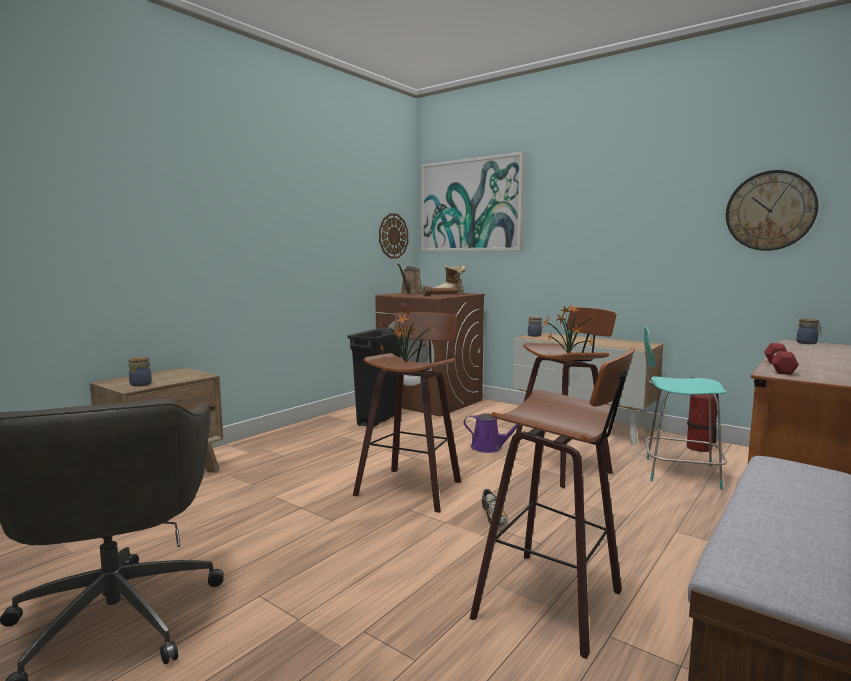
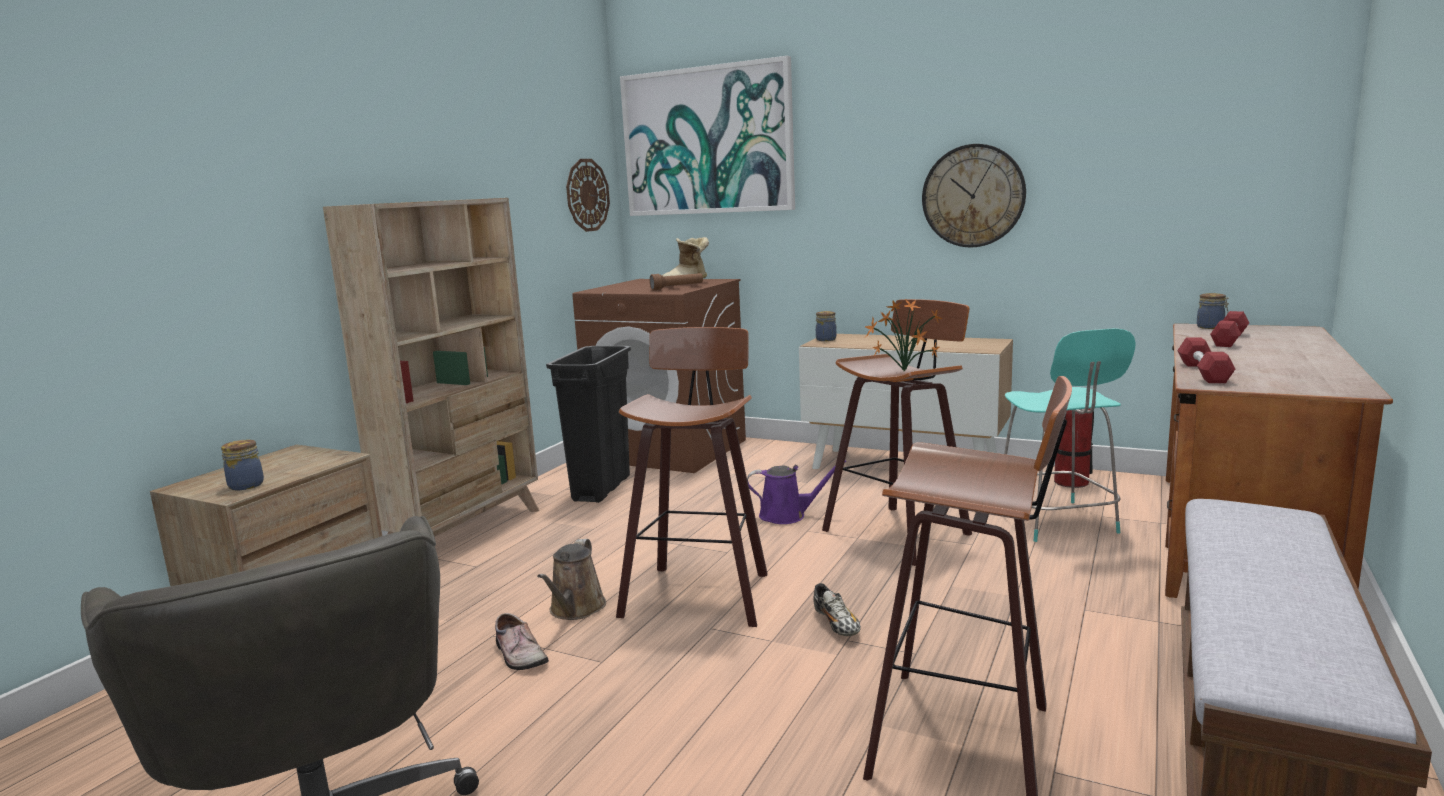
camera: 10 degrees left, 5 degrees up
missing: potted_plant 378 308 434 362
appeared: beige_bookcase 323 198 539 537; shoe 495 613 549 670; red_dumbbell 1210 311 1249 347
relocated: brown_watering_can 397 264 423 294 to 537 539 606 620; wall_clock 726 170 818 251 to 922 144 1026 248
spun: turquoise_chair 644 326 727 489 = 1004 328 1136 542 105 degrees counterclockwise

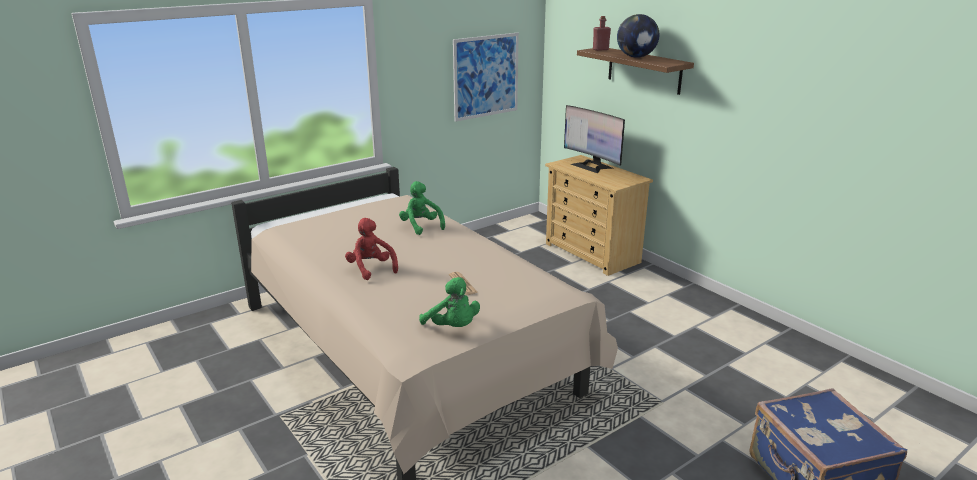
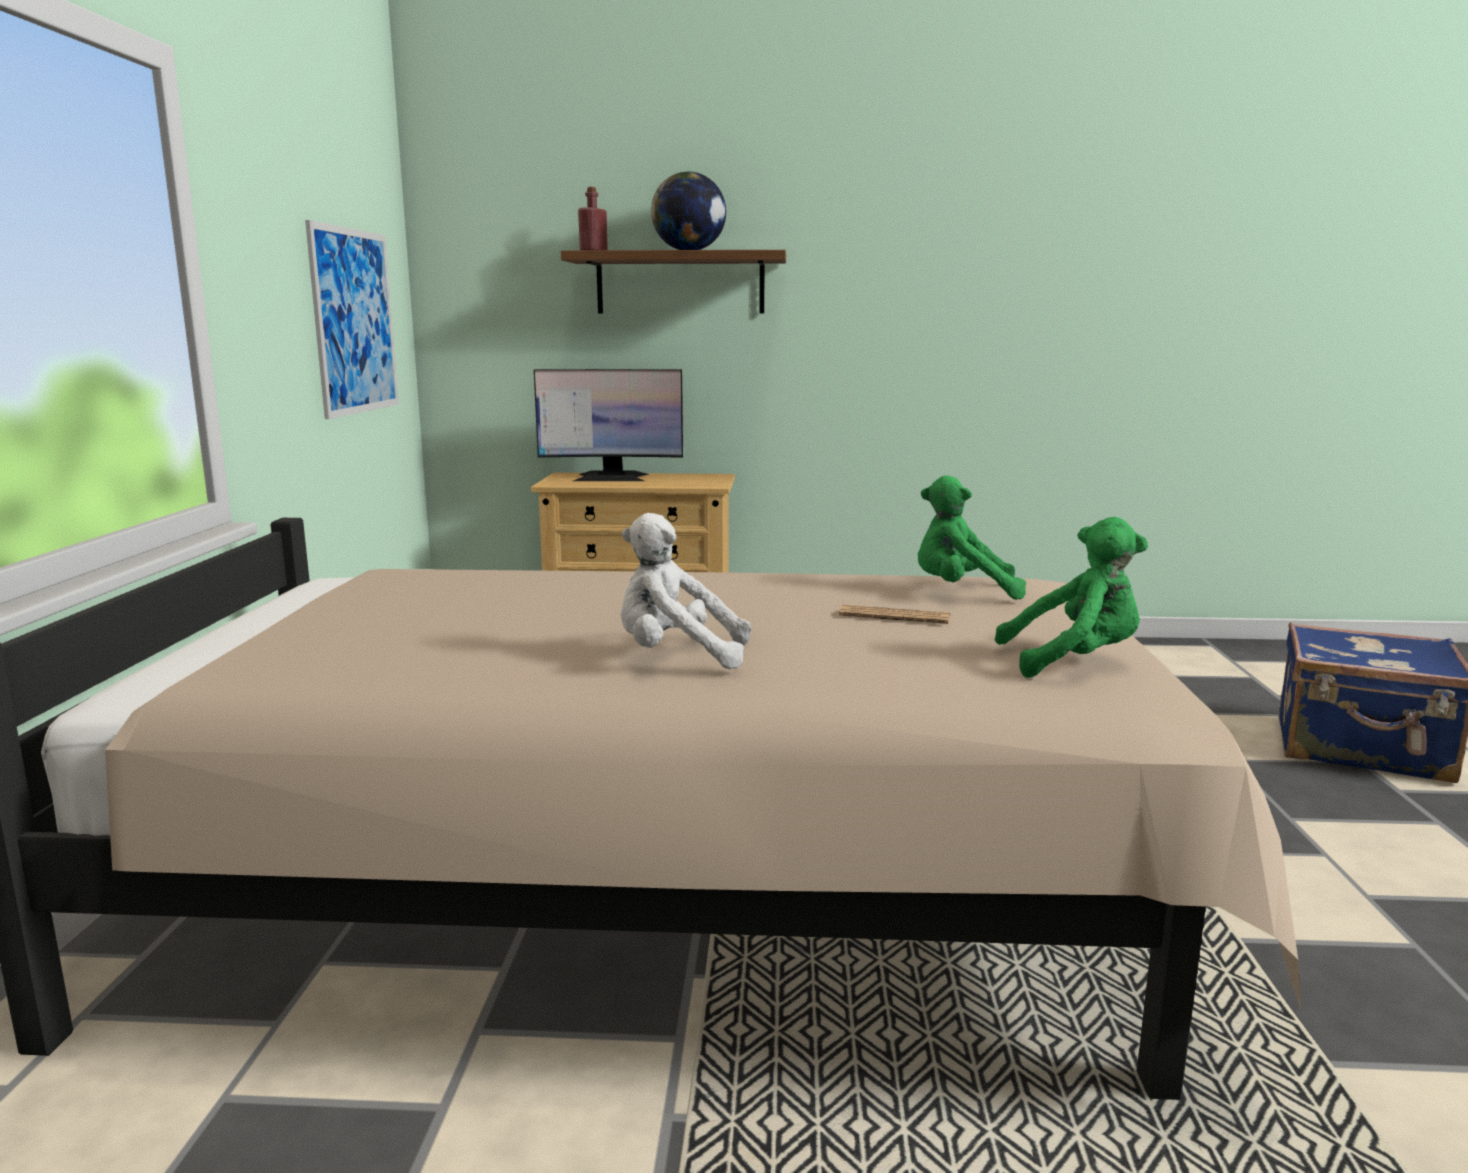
camera: 50 degrees left, 10 degrees down
relocated: green_plush_toy 399 181 445 235 to 918 475 1026 600
colour: red_plush_toy 345 218 398 280 to white_plush_toy 620 513 751 669

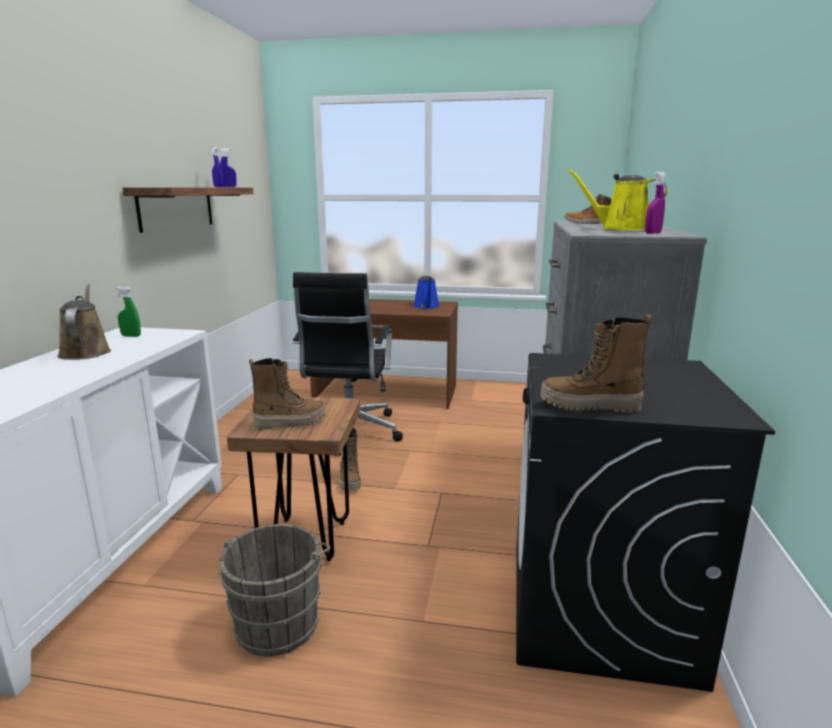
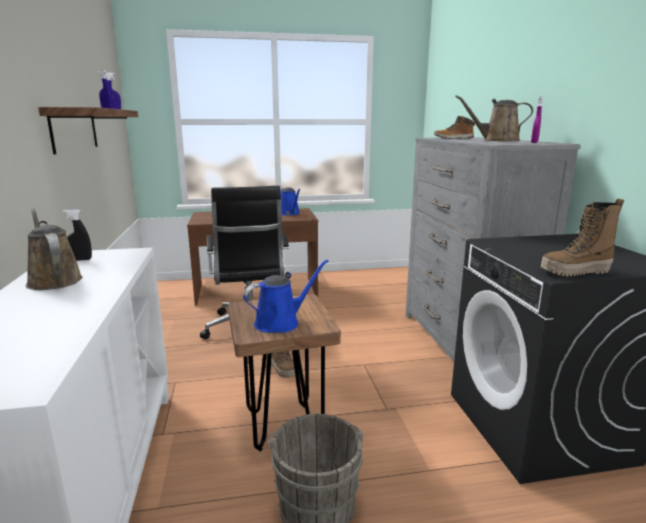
camera: 20 degrees left, 0 degrees up
exchanged: boot 249 358 326 430 to blue_watering_can 243 260 328 333
colour: green_spray_bottle 115 287 141 337 to black_spray_bottle 63 209 92 261; yellow_watering_can 568 169 668 230 to brown_watering_can 455 95 533 141

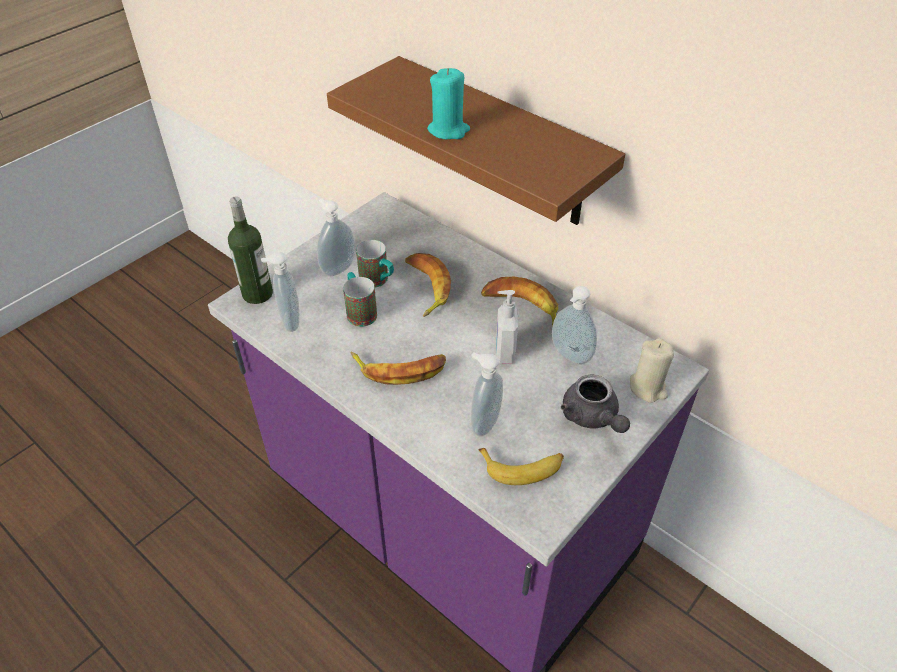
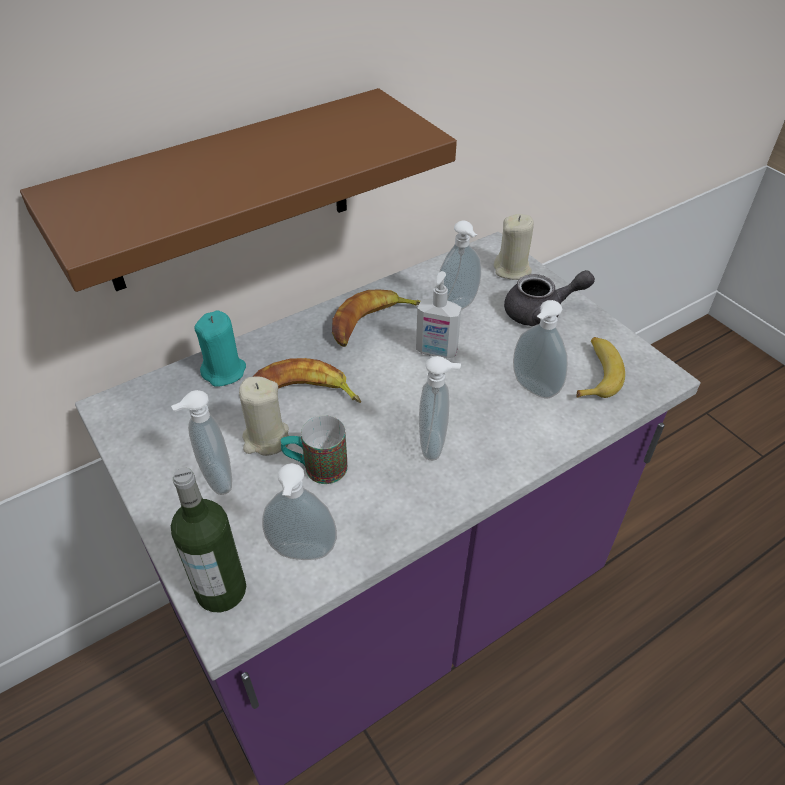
camera: 75 degrees left, 0 degrees up
relocated: turquoise_candle 427 68 470 139 to 194 311 246 387
exchanged: mug 356 240 394 287 to beige_candle 239 376 289 456; banana 350 351 446 385 to soap_dispenser 419 356 461 461

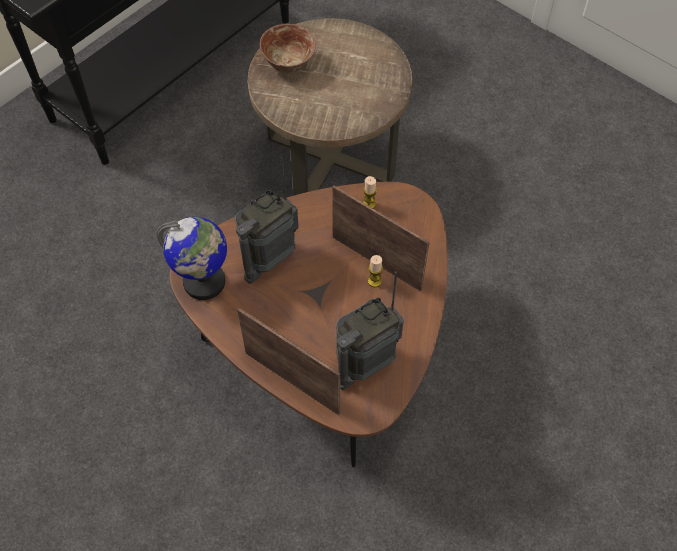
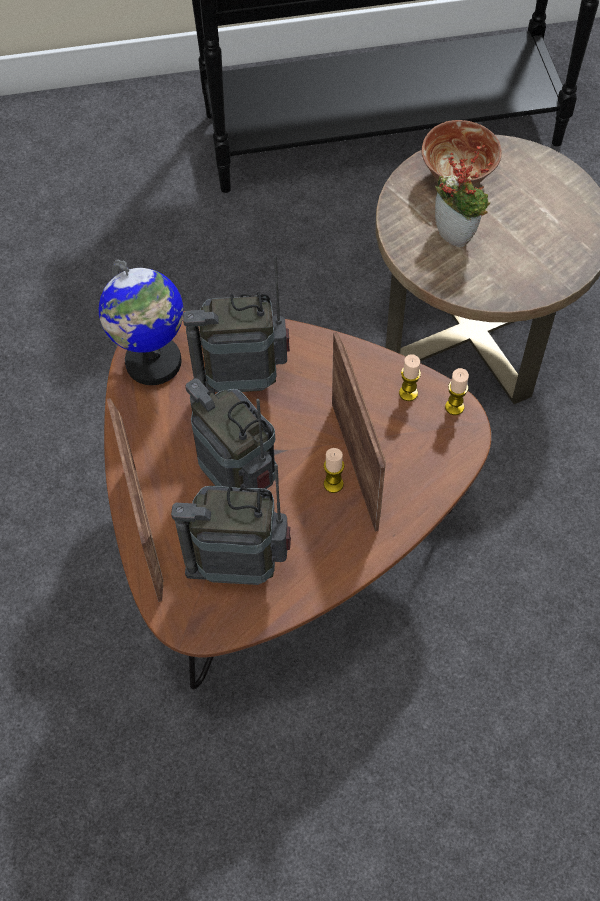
camera: 40 degrees right, 0 degrees up
appeared: radio 185 378 276 489; potted_plant 435 144 493 247; candle 445 368 469 415

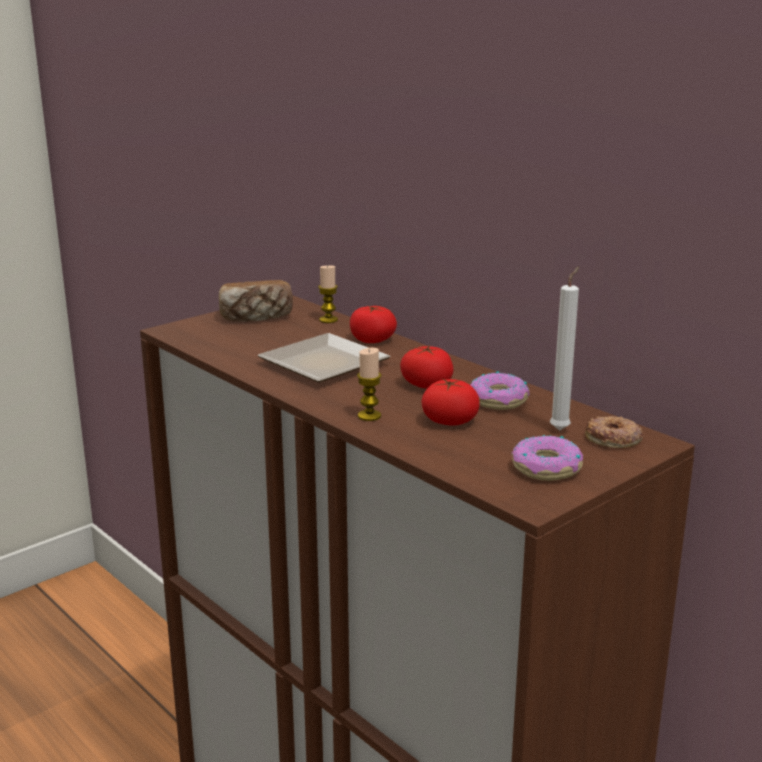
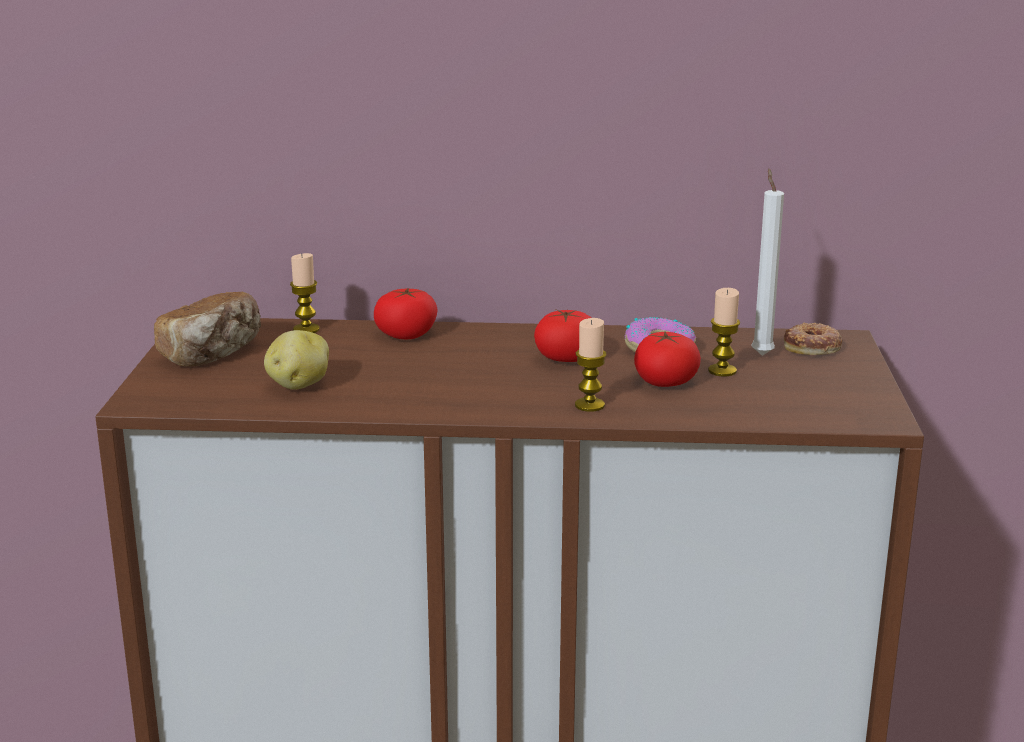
camera: 45 degrees left, 0 degrees up
missing: plate 257 333 390 382; donut 511 435 583 481
appeared: potato 264 330 329 390; candle 708 288 740 376

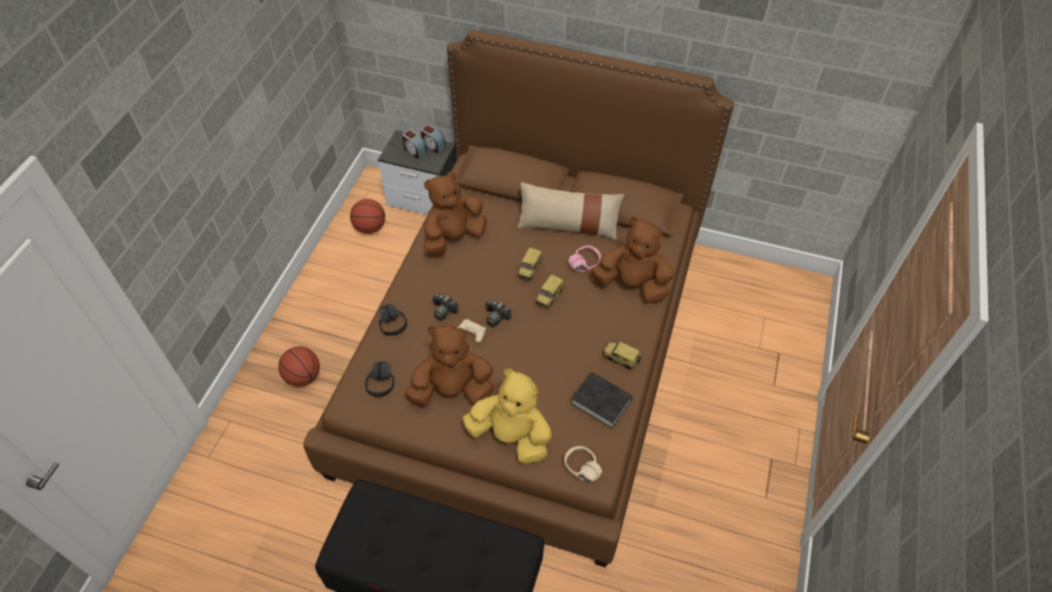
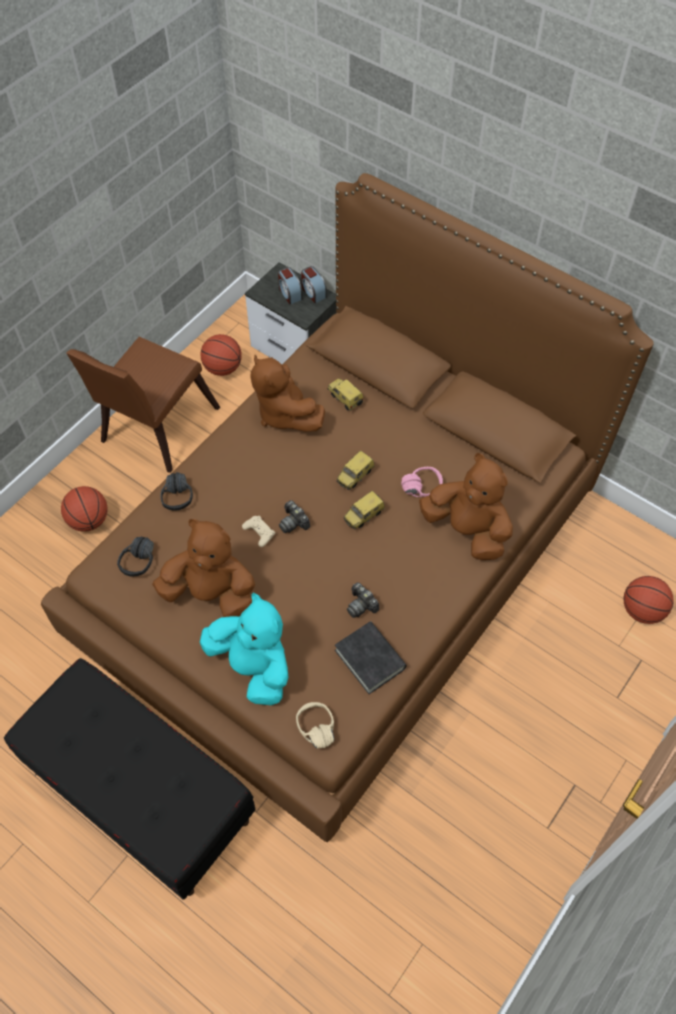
camera: 20 degrees right, 5 degrees up
missing: beige_pillow 517 182 624 240
appeared: brown_chair 66 337 220 473; basketball 624 576 674 624
relocated: toy_car 603 342 641 370 to 328 379 364 411; photo_camera 433 293 459 320 to 347 582 379 618
colour: yellow_plush_toy 462 368 552 464 to turquoise_plush_toy 200 593 289 705
spun: brown_plush_toy 424 172 487 255 = 250 355 325 432 105 degrees counterclockwise

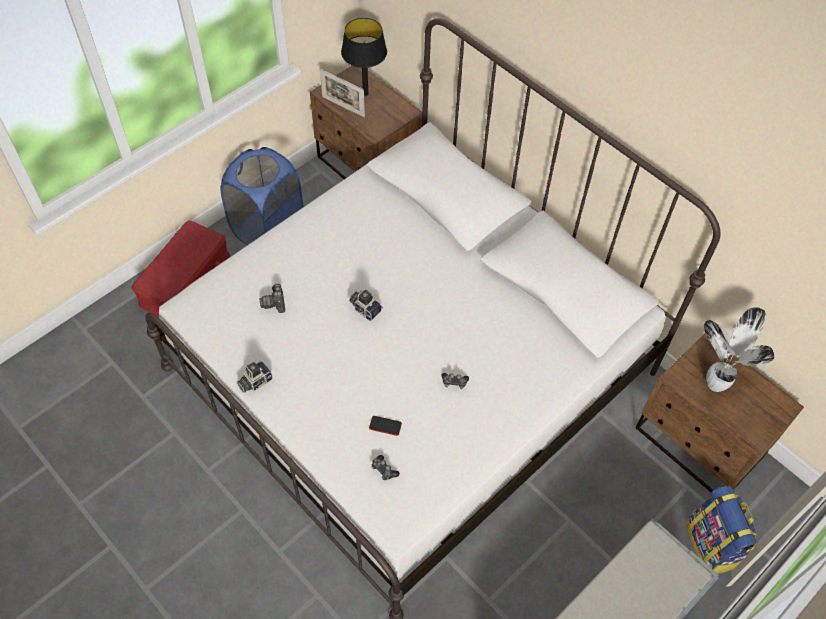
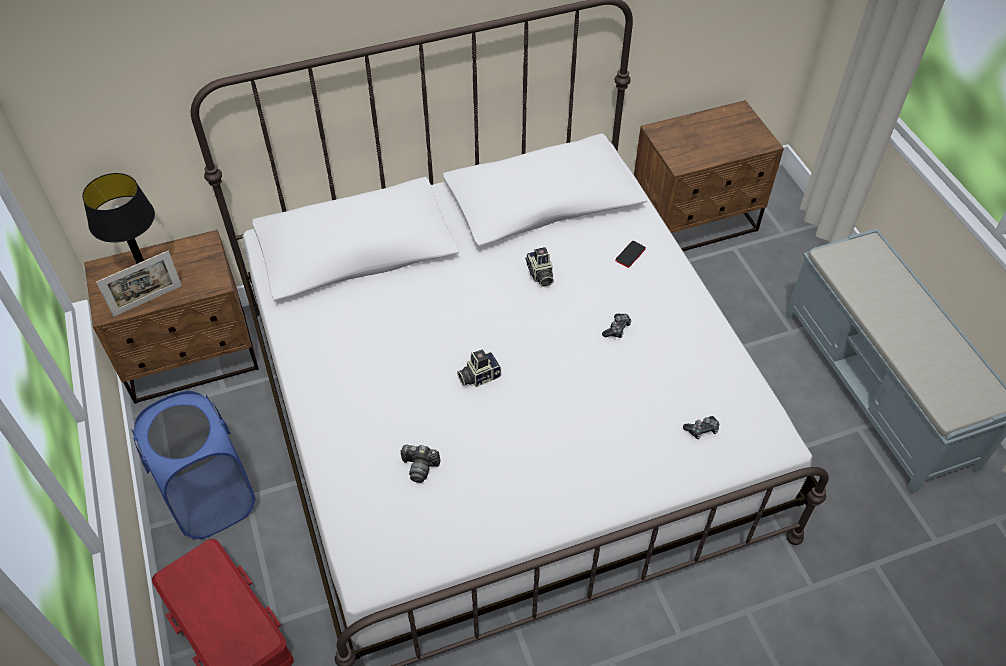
camera: 65 degrees left, 5 degrees down
missing: backpack 686 486 757 574; potted_plant 704 307 774 392
relocated: photo_camera 237 361 273 393 to 525 247 554 287; phone 369 416 402 436 to 615 241 646 268

